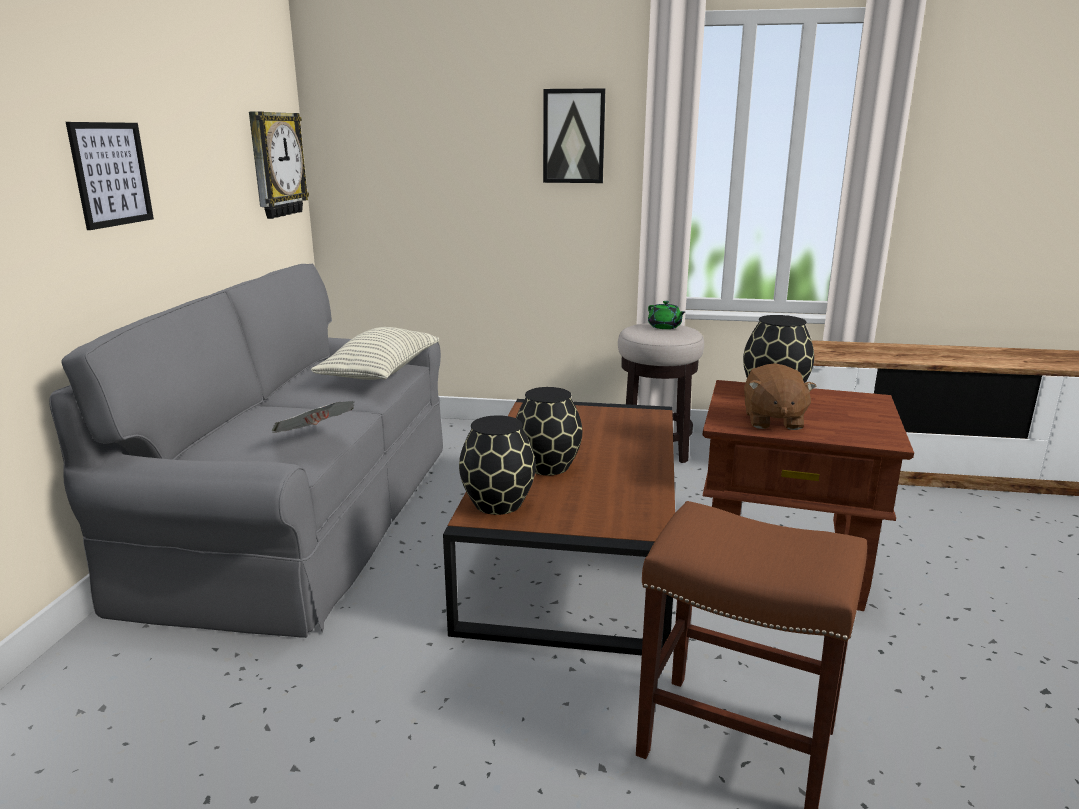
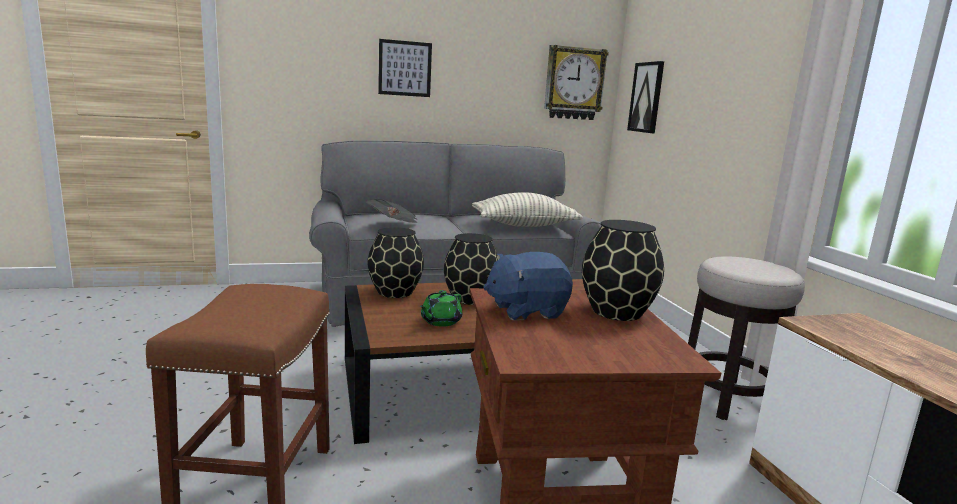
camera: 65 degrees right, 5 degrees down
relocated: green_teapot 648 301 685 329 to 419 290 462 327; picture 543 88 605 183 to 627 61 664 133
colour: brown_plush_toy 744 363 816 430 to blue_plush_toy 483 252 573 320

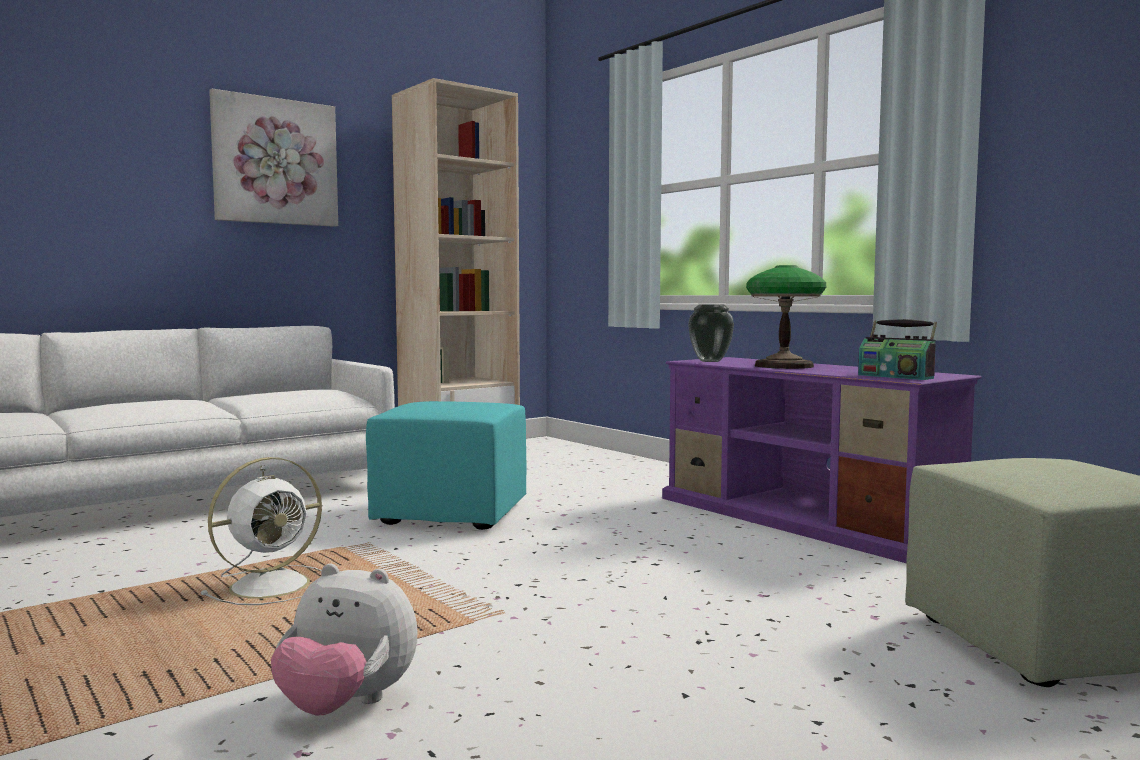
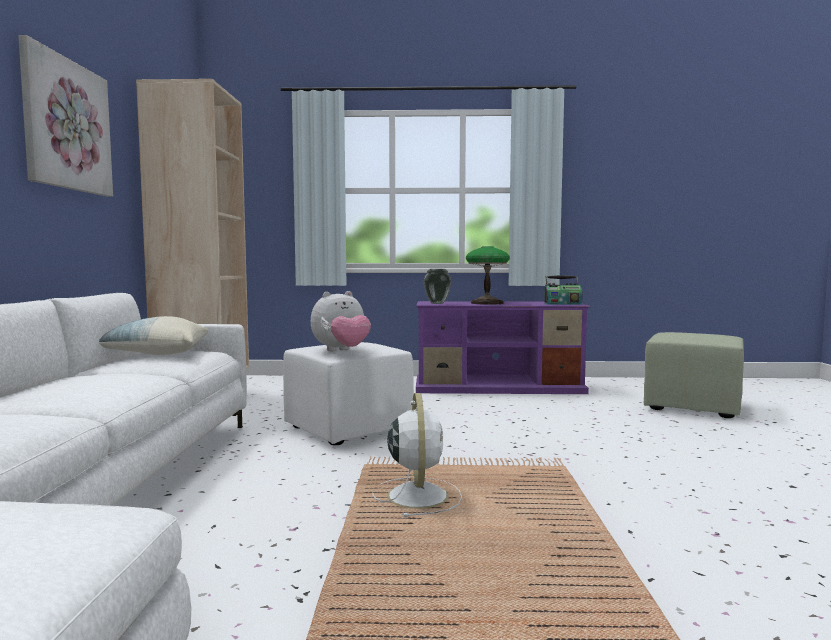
camera: 50 degrees left, 0 degrees up
appeared: pillow 99 316 208 355
relocated: plush_toy 271 564 417 715 to 311 291 371 351
colour: turquoise_ottoman 366 401 527 530 to white_ottoman 283 342 414 445

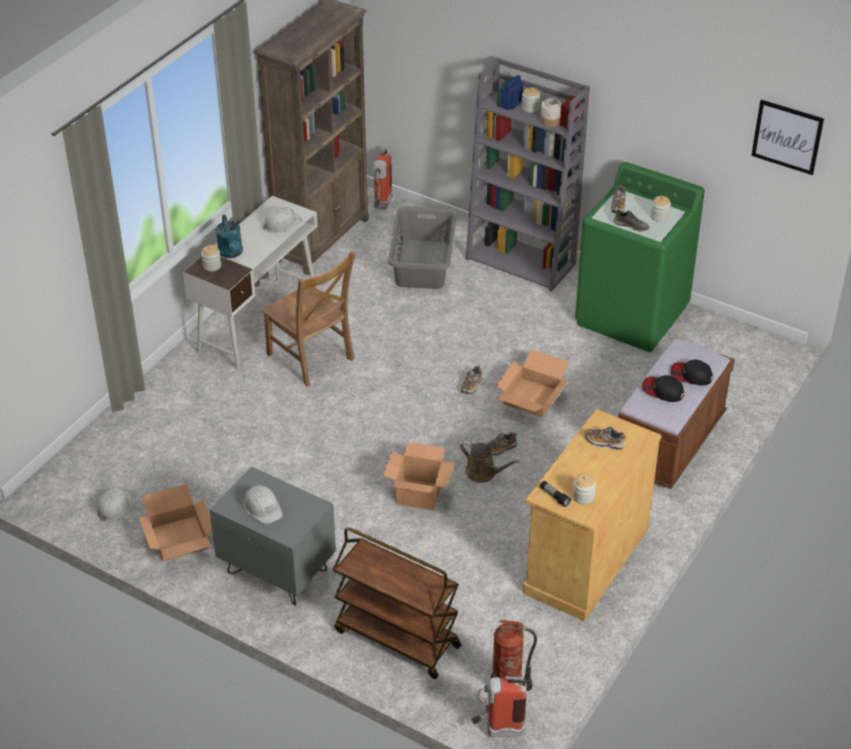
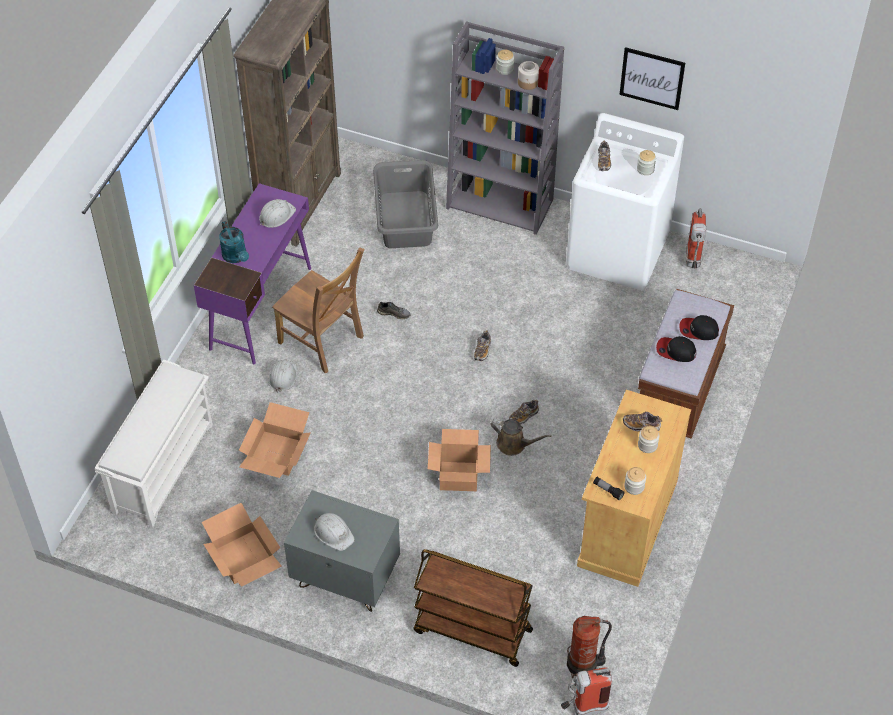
camera: 10 degrees left, 10 degrees up
appeared: white_shoe_rack 95 359 213 527
relocated: cardboard_box 496 349 569 417 to 239 402 311 478; white_hard_hat 96 488 132 522 to 269 359 297 393; grey_shoe 614 210 650 231 to 377 302 411 319; picture 751 100 824 175 to 620 47 685 110; jar 201 245 221 271 to 638 426 660 453; fire_extinguisher 373 148 393 210 to 686 208 706 268
colour: white_desk 183 196 318 370 to purple_desk 194 183 311 364; green_washing_machine 575 162 705 352 to white_washing_machine 566 113 684 290

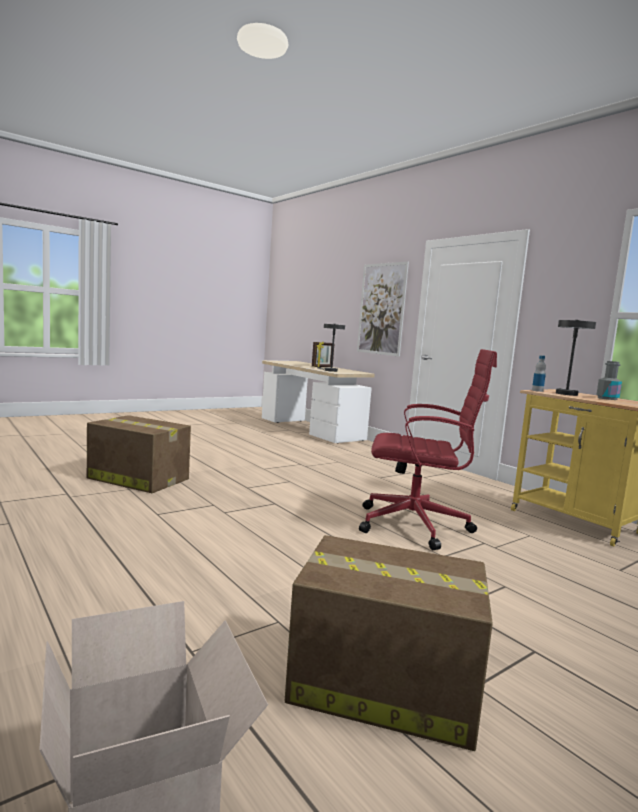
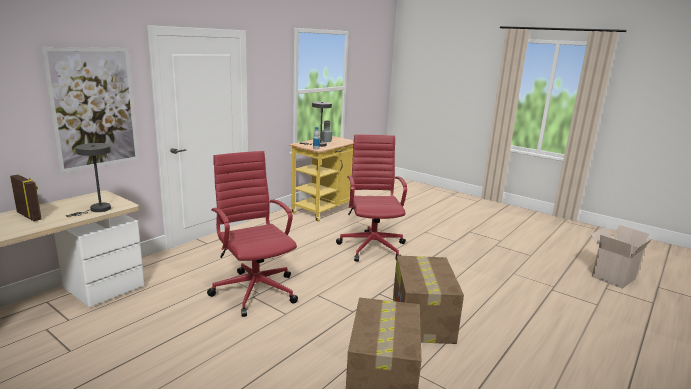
camera: 105 degrees left, 10 degrees up
appeared: red_office_chair 207 151 298 317
relocated: cardboard_box 285 535 493 751 to 393 255 464 344

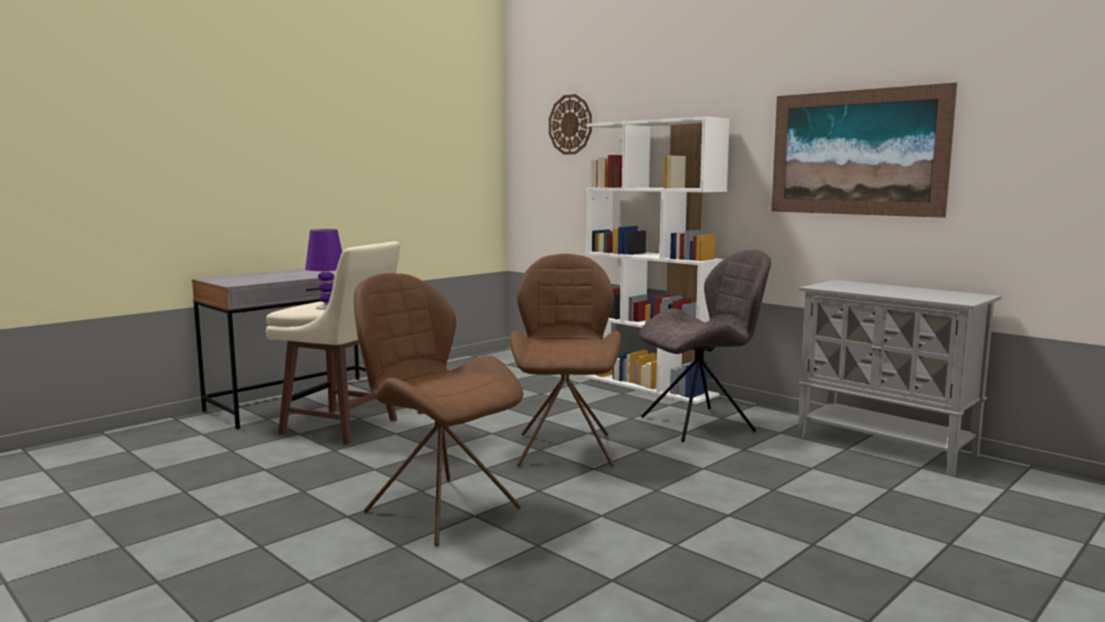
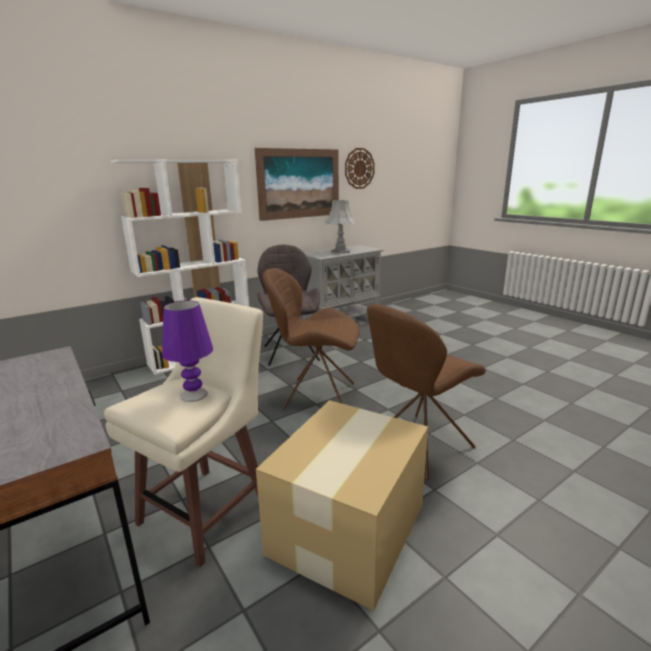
camera: 80 degrees left, 10 degrees up
appeared: cardboard_box 256 400 428 611; grey_table_lamp 325 200 356 253
relocated: wall_clock 549 94 592 155 to 345 148 375 189

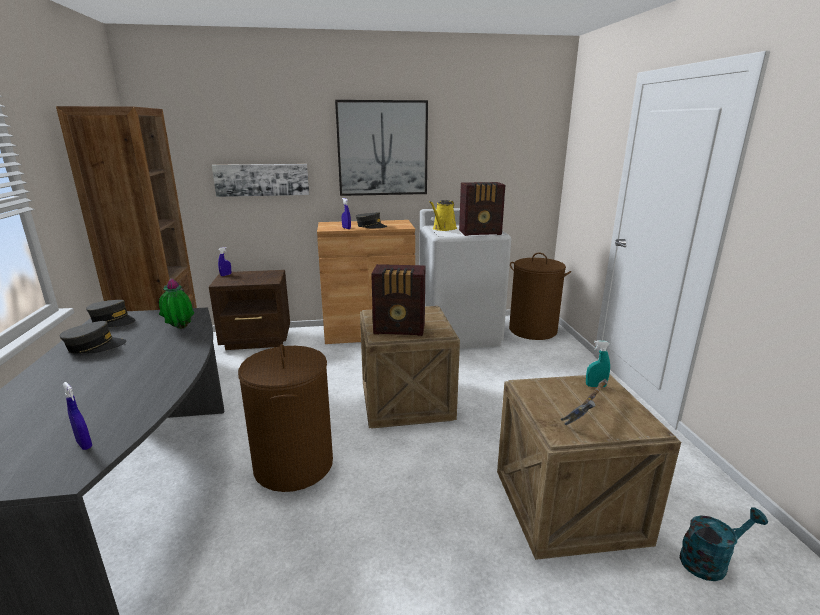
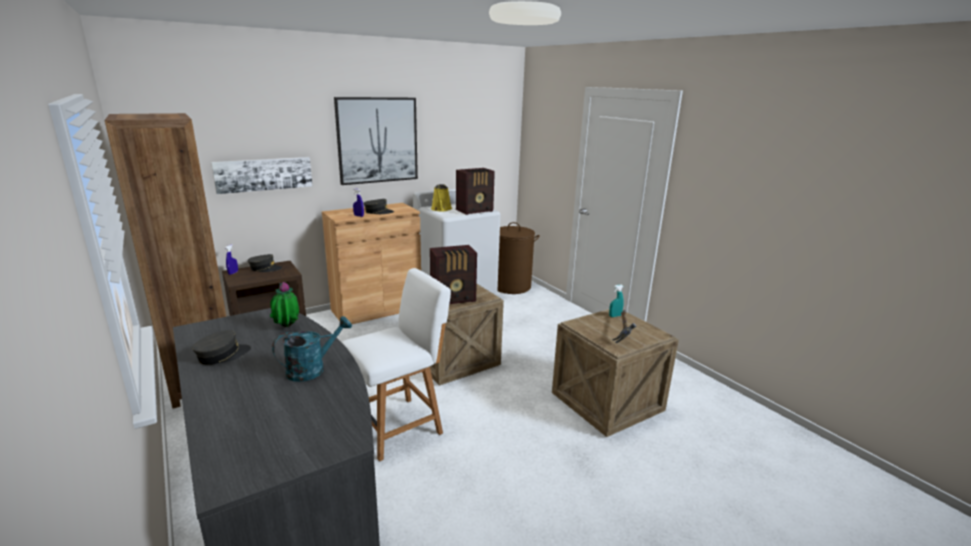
camera: 25 degrees left, 0 degrees up
missing: blue_spray_bottle 62 382 92 450
relocated: grey_cap 86 300 135 327 to 248 254 282 272; turquoise_watering_can 680 507 768 581 to 272 316 352 382
exchanged: brown_laundry_basket 238 344 333 492 to white_chair 342 268 451 461

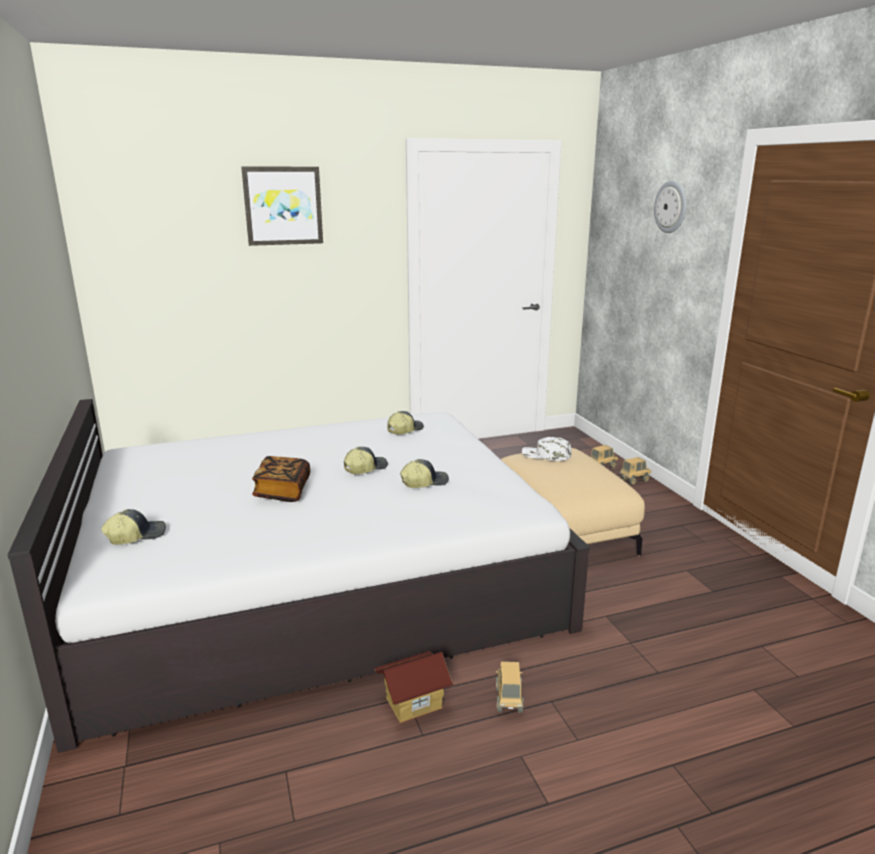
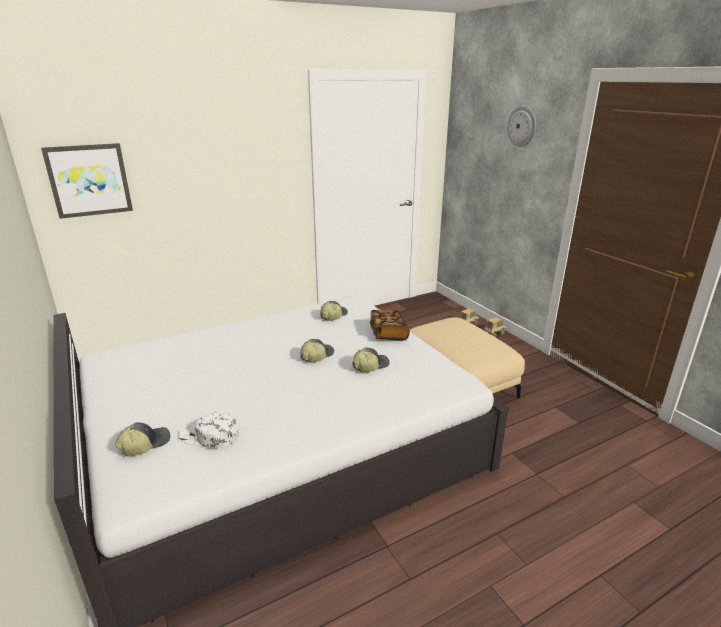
camera: 10 degrees left, 5 degrees up
missing: toy_house 374 651 454 723; toy_truck 496 661 524 713
relocated: picture 241 167 323 246 to 41 143 133 219; white_cap 522 437 571 461 to 179 412 238 448; book 252 456 310 502 to 370 310 410 341

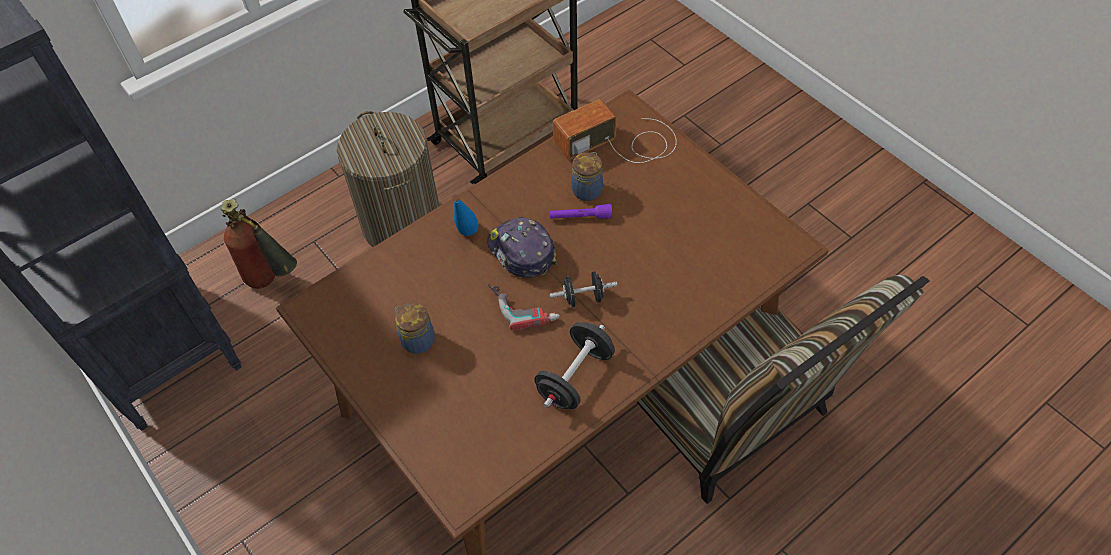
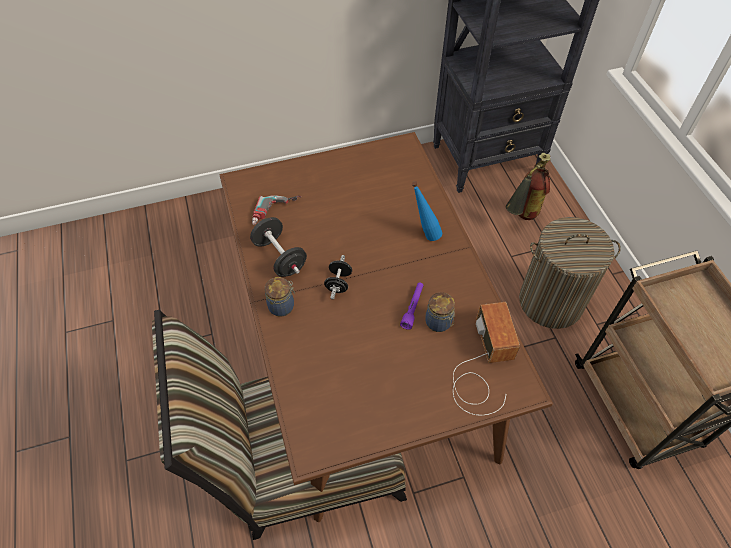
camera: 110 degrees right, 0 degrees up
missing: cap 487 217 557 278
relocated: power_drill 488 283 560 331 to 252 195 302 225; jar 395 303 435 354 to 265 277 295 317

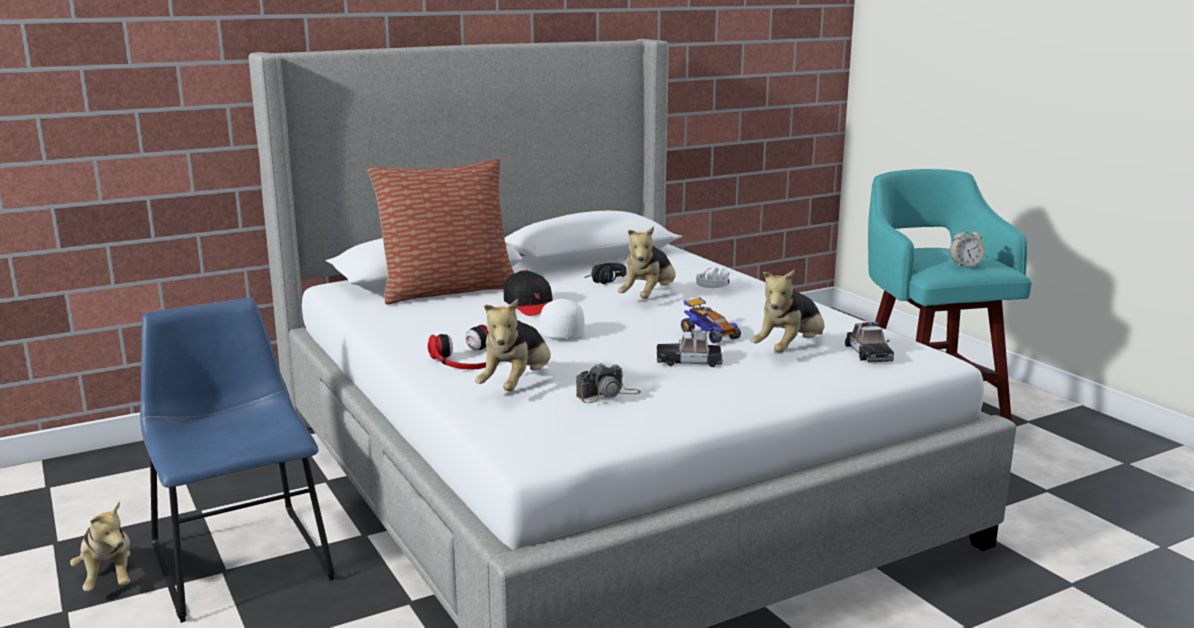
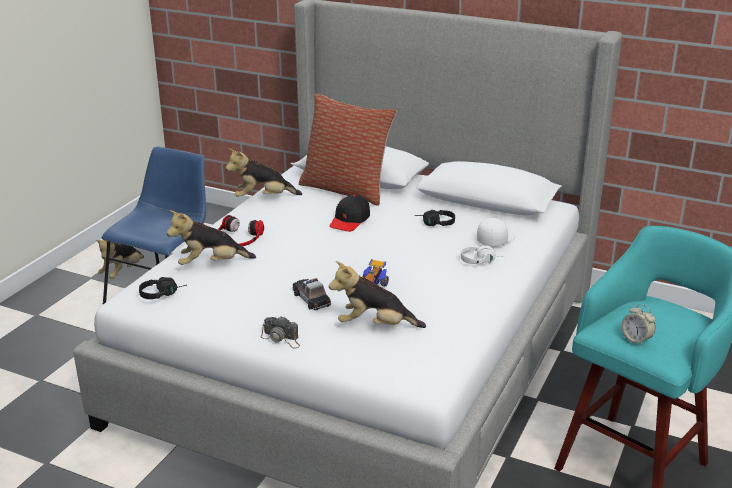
camera: 55 degrees right, 10 degrees up
missing: toy_car 845 322 894 363
appeared: black_headphones 139 277 187 299
relocated: plush_toy 618 226 676 299 to 226 148 302 197; photo_camera 576 363 641 403 to 260 317 300 348; white_cap 538 299 585 337 to 477 218 515 246

